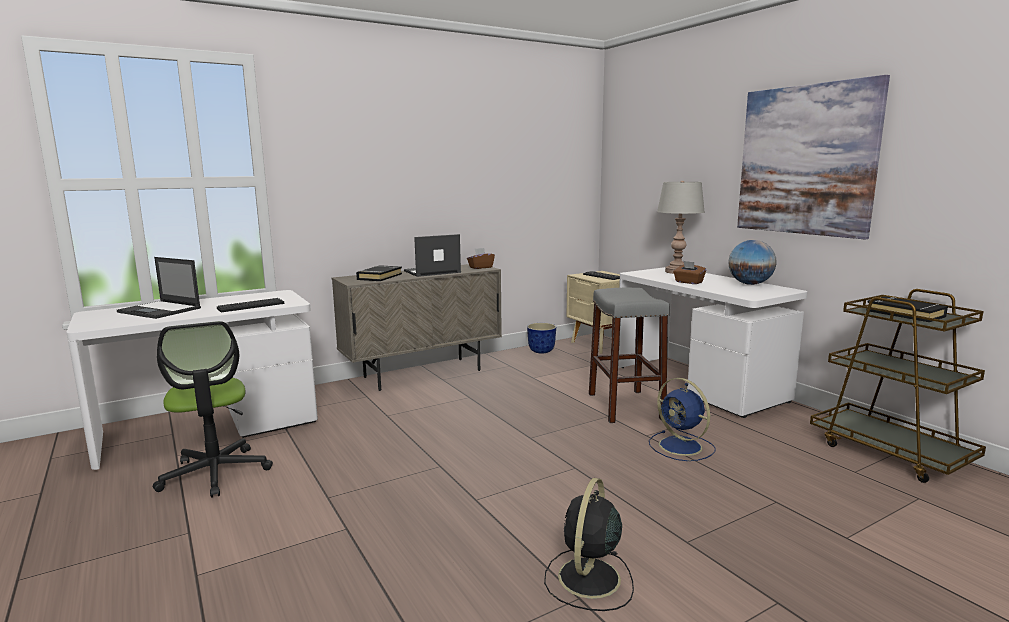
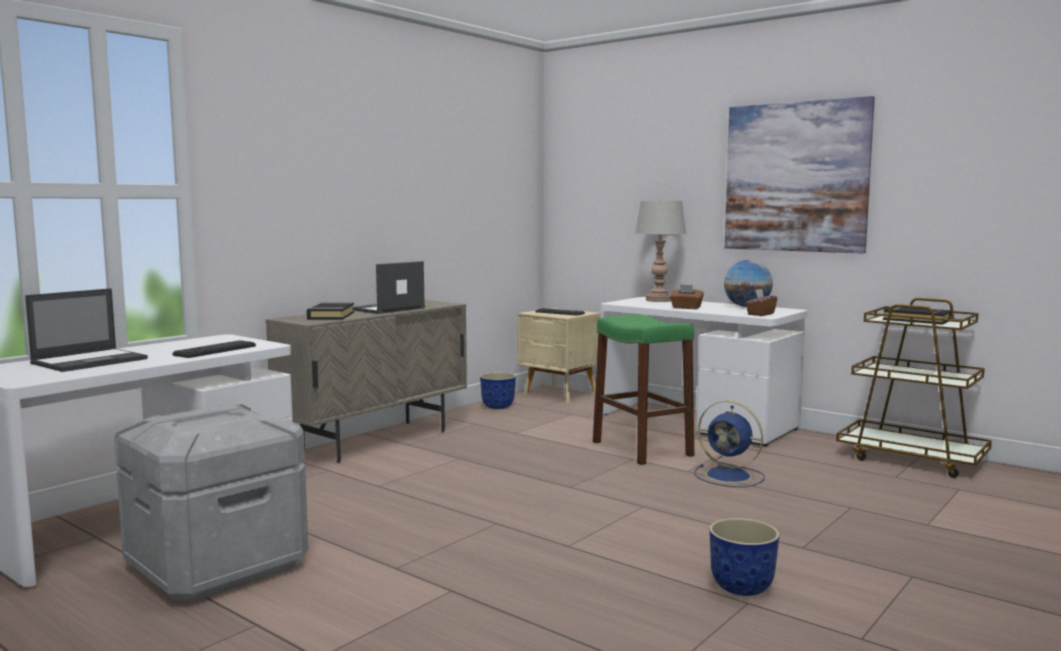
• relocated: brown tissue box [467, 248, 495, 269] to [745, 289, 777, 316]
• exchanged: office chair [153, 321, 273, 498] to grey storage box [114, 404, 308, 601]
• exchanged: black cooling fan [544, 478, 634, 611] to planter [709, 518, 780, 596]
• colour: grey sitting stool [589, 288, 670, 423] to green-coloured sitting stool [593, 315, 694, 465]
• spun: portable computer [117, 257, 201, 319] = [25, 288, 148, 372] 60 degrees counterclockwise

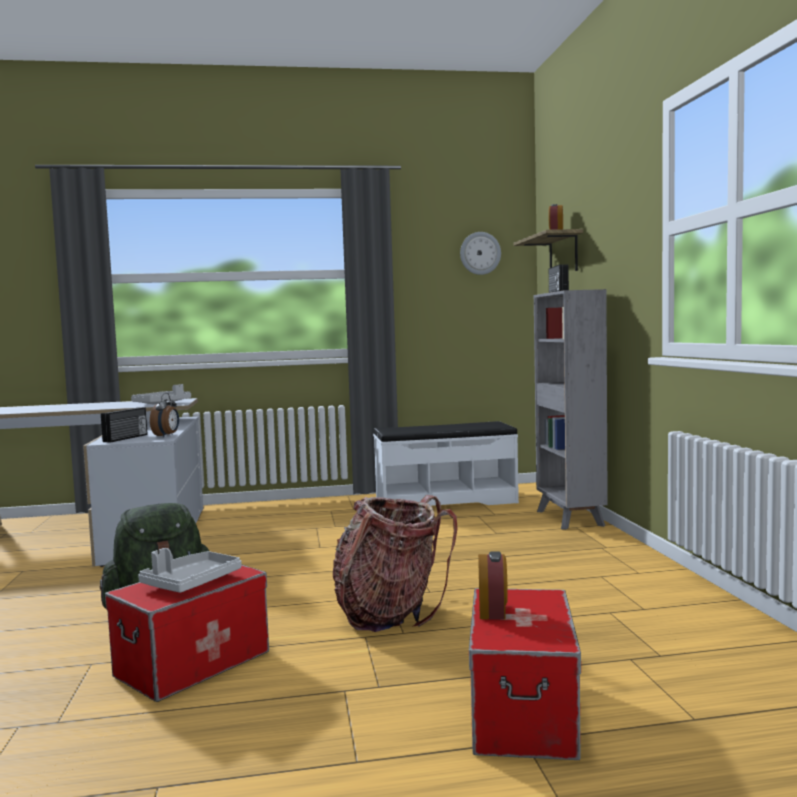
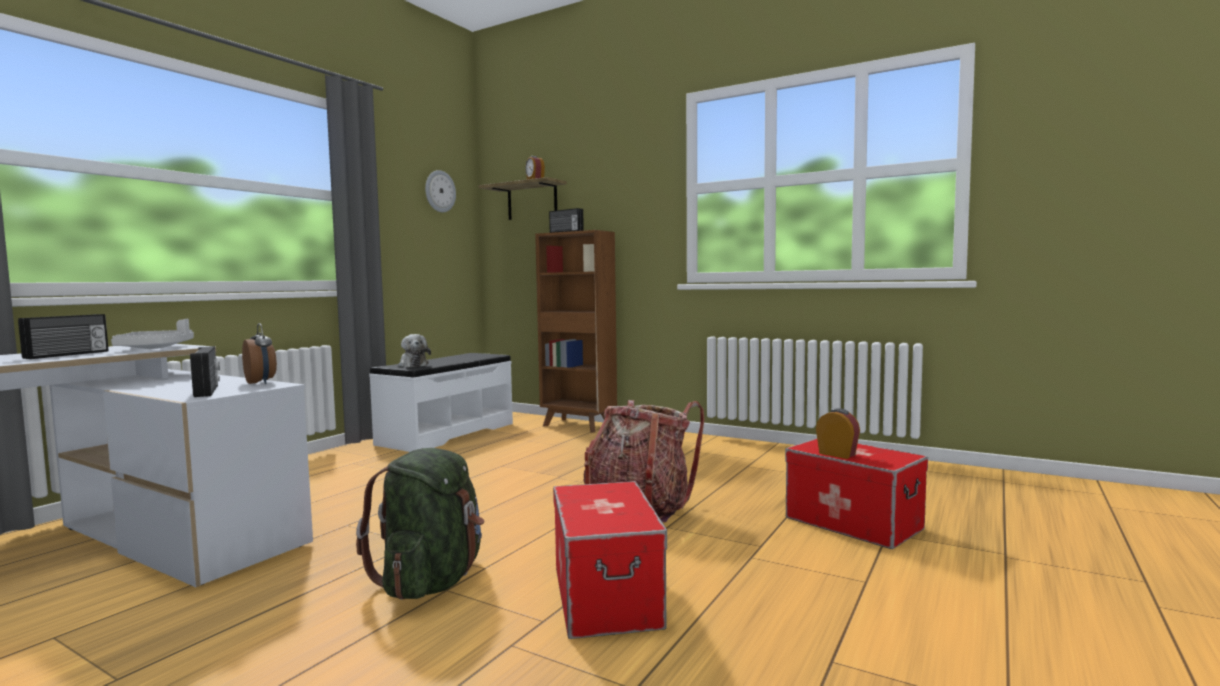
• missing: grey serving tray [138, 548, 241, 593]
• appeared: radio set [18, 314, 108, 359]
• appeared: plush toy [398, 334, 431, 367]
• colour: grey shelving unit [534, 289, 608, 530] to brown shelving unit [535, 230, 617, 433]

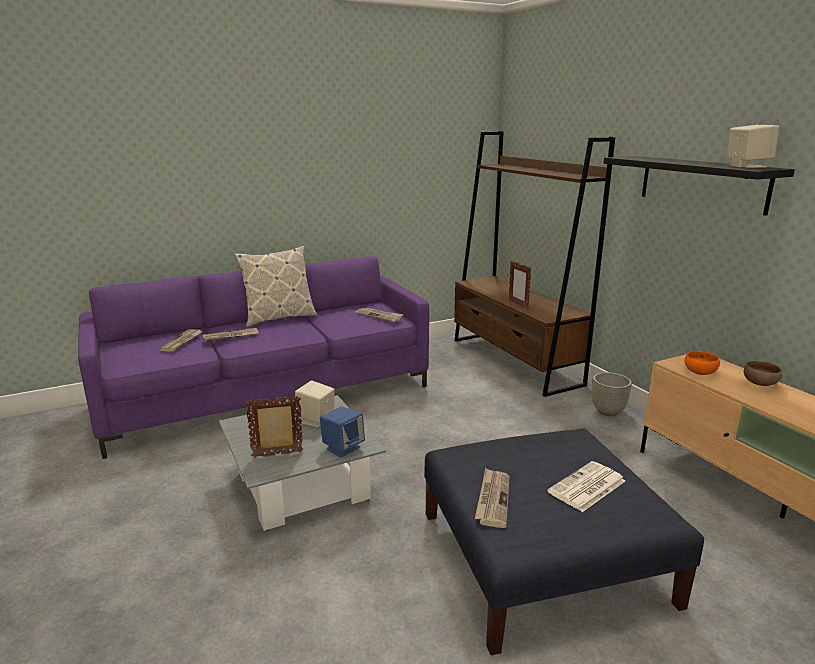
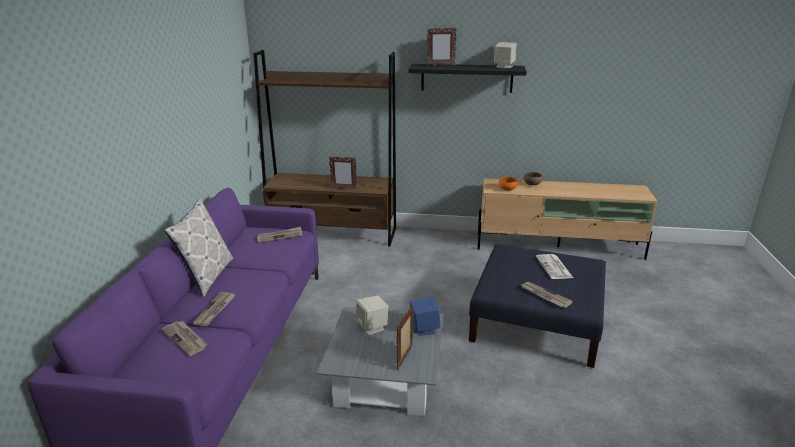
• missing: planter [592, 372, 632, 416]
• appeared: photo frame [427, 28, 457, 65]

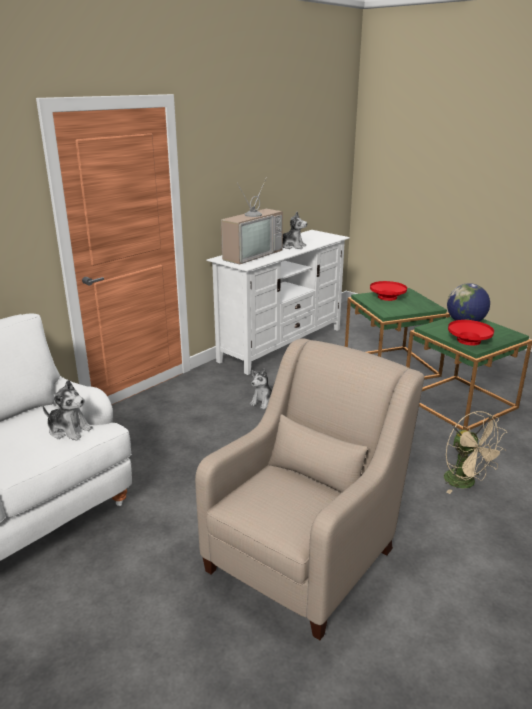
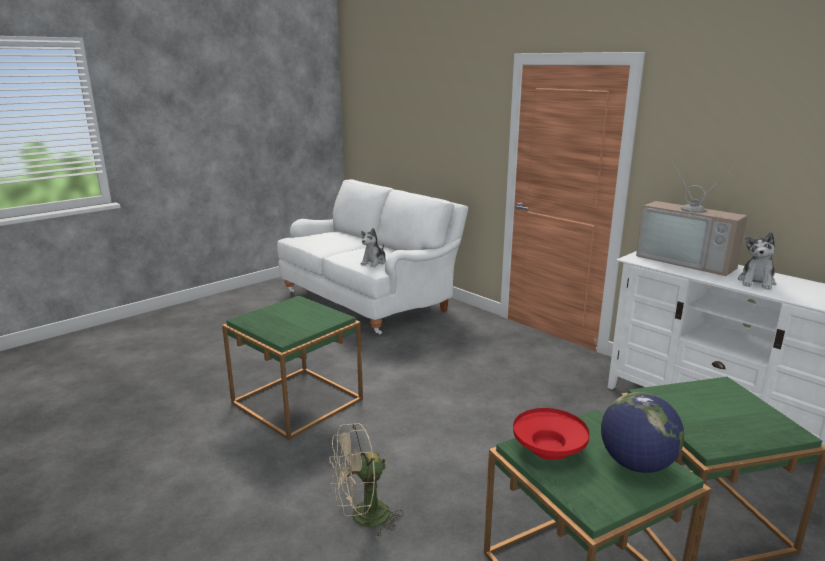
• missing: plush toy [250, 369, 275, 409]
• missing: reddish bowl [370, 281, 407, 301]
• exchanged: beige-coloured easy chair [195, 338, 424, 640] to green-coloured accent table [222, 296, 363, 440]

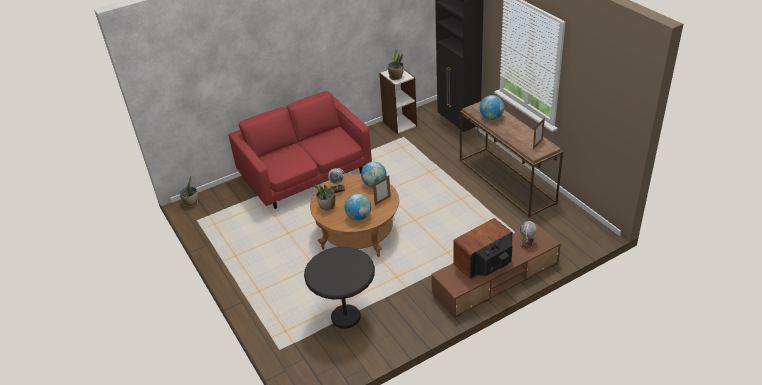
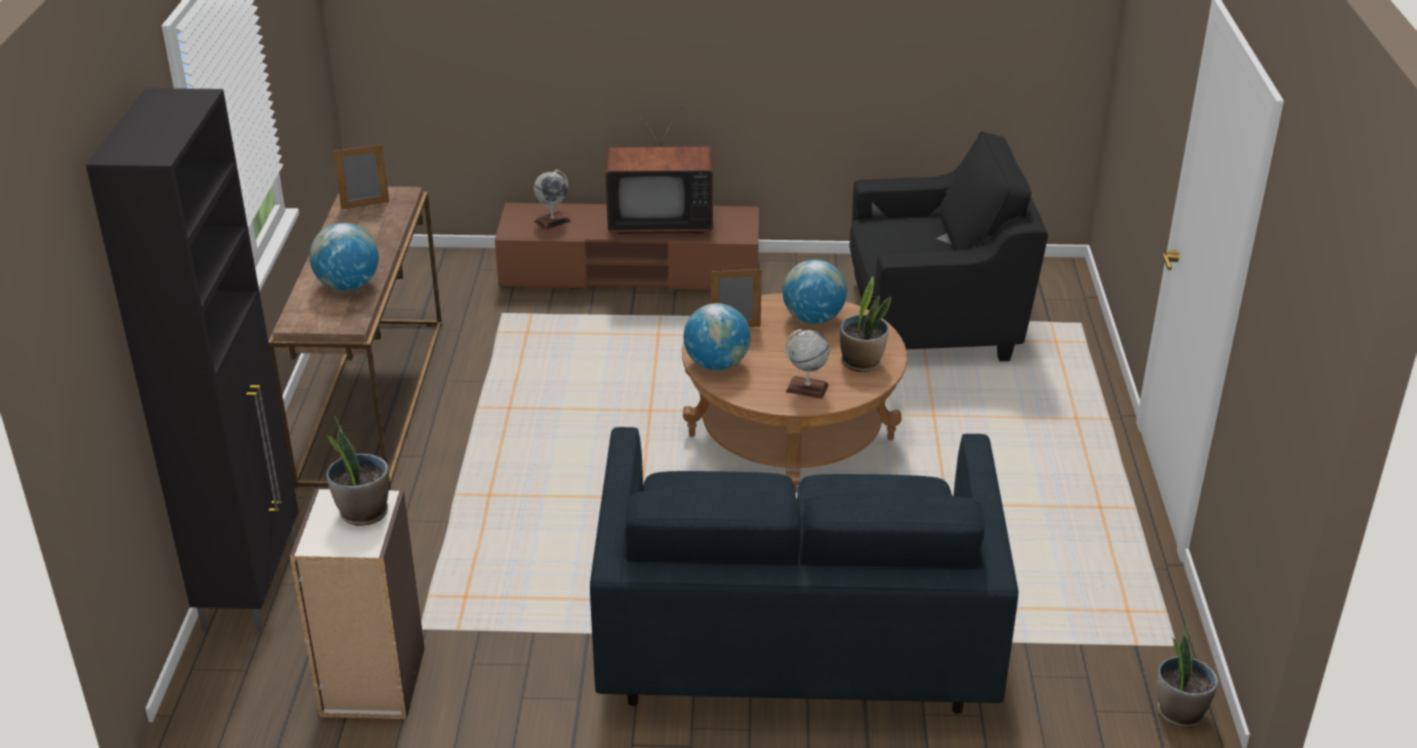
• exchanged: black accent table [304, 247, 375, 329] to black easy chair [849, 131, 1048, 361]
• colour: reddish sofa [228, 91, 372, 209] to blue sofa [590, 427, 1018, 714]

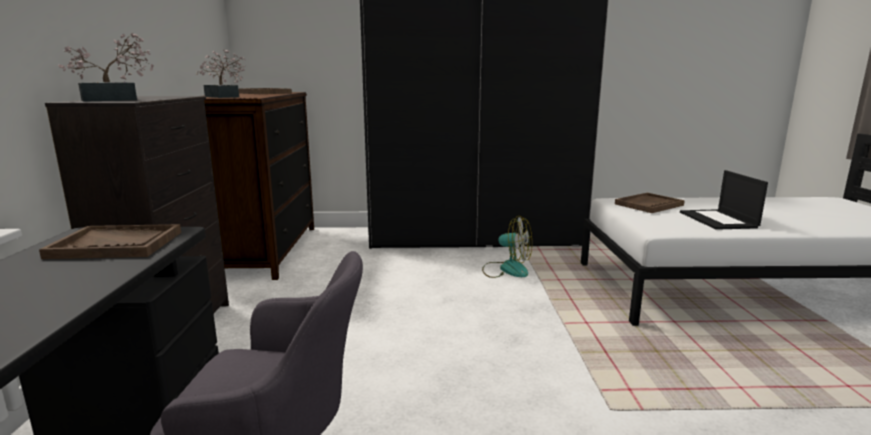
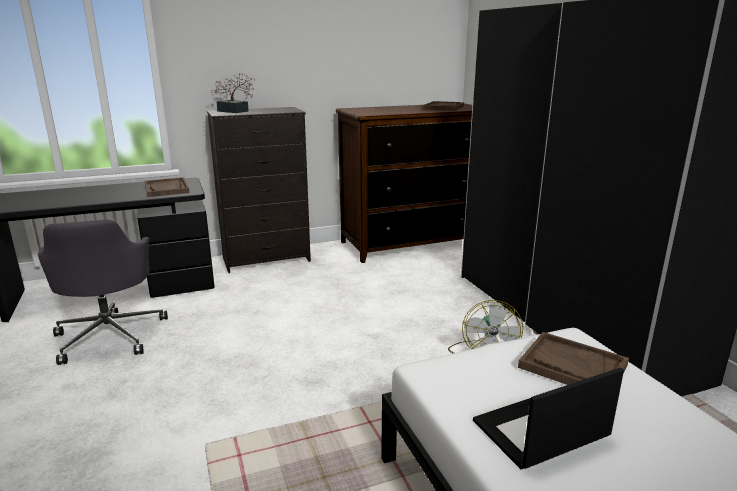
• missing: potted plant [196, 50, 246, 98]

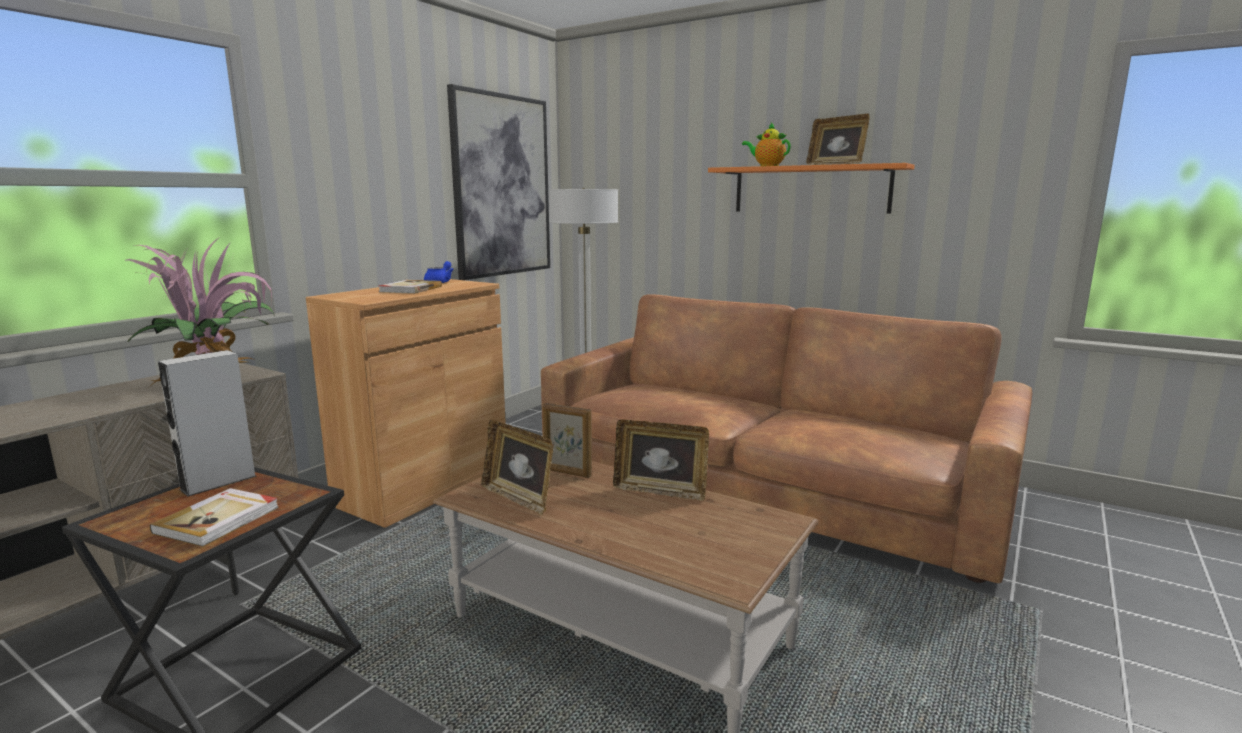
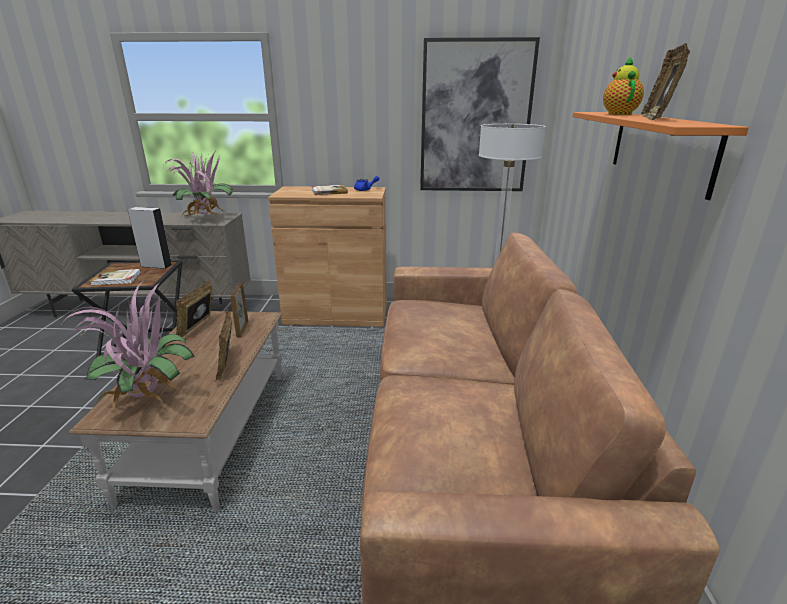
• appeared: potted plant [60, 282, 195, 412]

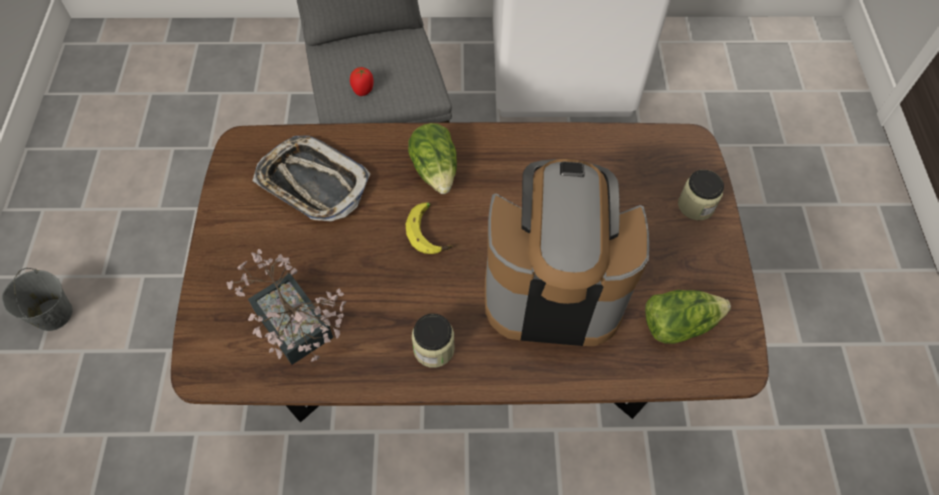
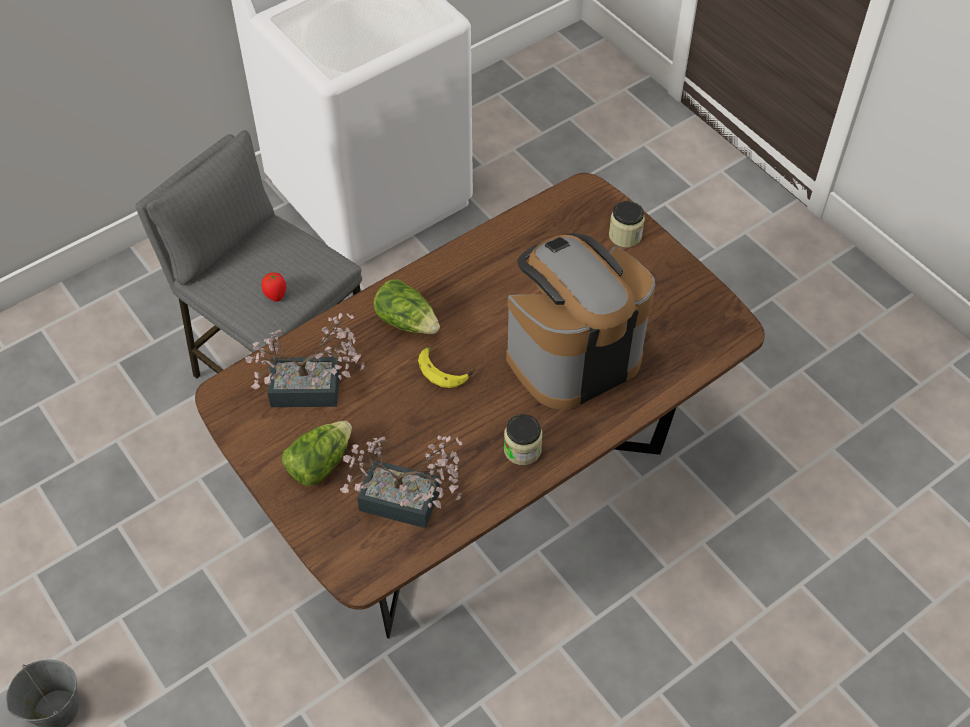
• relocated: head of lettuce [645, 290, 731, 344] to [282, 421, 352, 486]
• exchanged: serving tray [253, 135, 370, 221] to potted plant [246, 312, 365, 407]

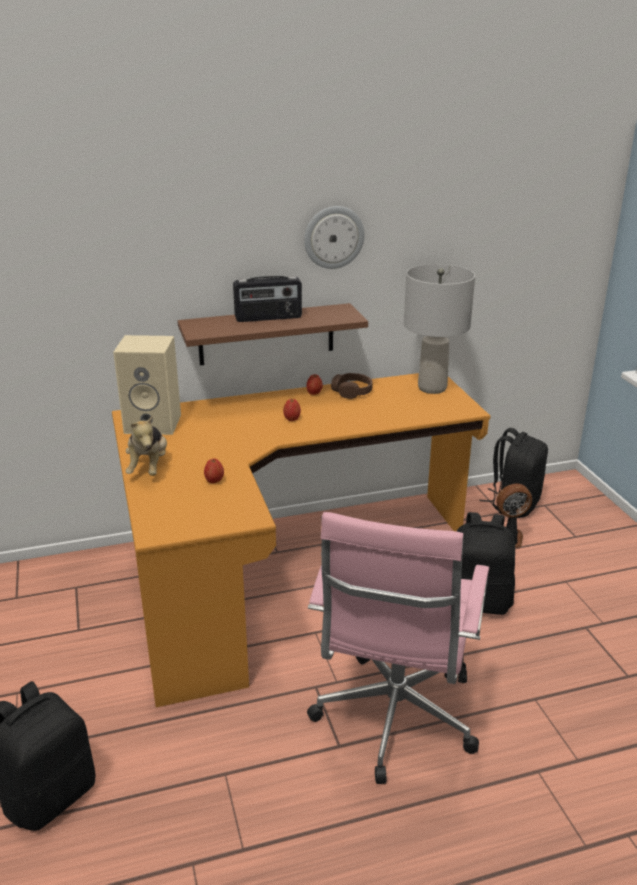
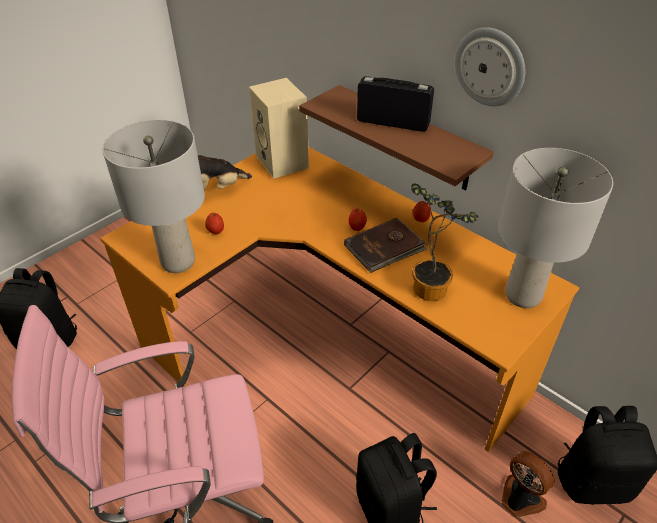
• missing: brown pair of headphones [331, 373, 373, 399]
• appeared: grey lamp for a table [103, 120, 205, 273]
• appeared: brown book [344, 218, 427, 273]
• appeared: potted plant [411, 183, 478, 301]
• spun: radio set [233, 276, 302, 322] = [357, 76, 434, 132] 150 degrees clockwise

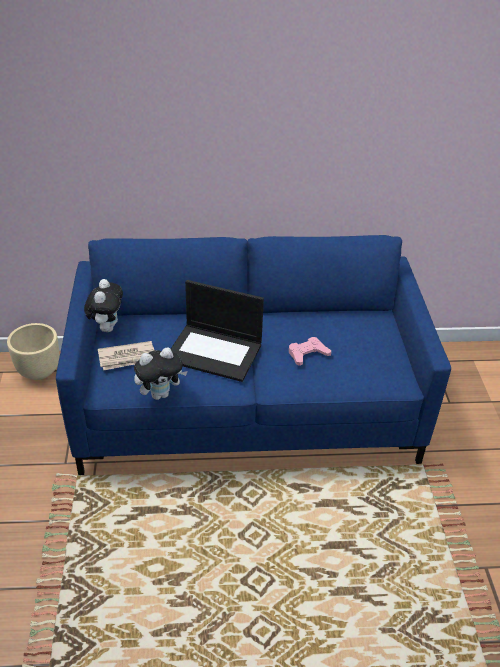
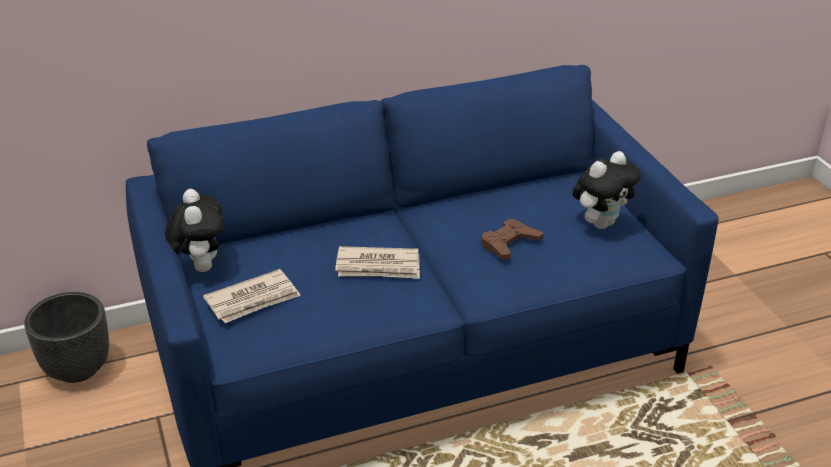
• relocated: plush toy [134, 347, 188, 400] to [572, 151, 641, 229]
• exchanged: portable computer [171, 280, 264, 382] to newspaper [335, 246, 420, 279]
• colour: beige-coloured planter [7, 323, 59, 380] to black planter [24, 292, 109, 383]
• colour: pink-coloured joypad [289, 337, 331, 366] to brown joypad [481, 219, 544, 260]

